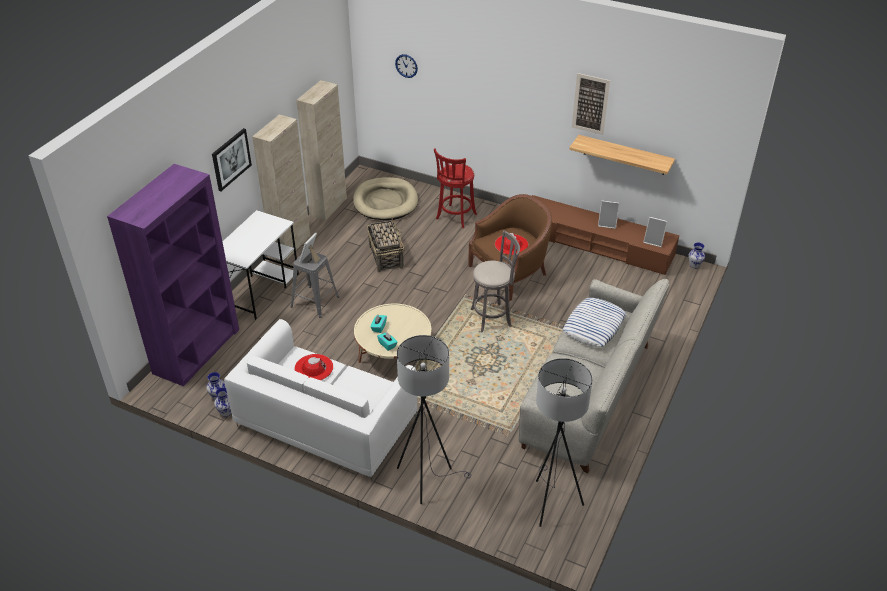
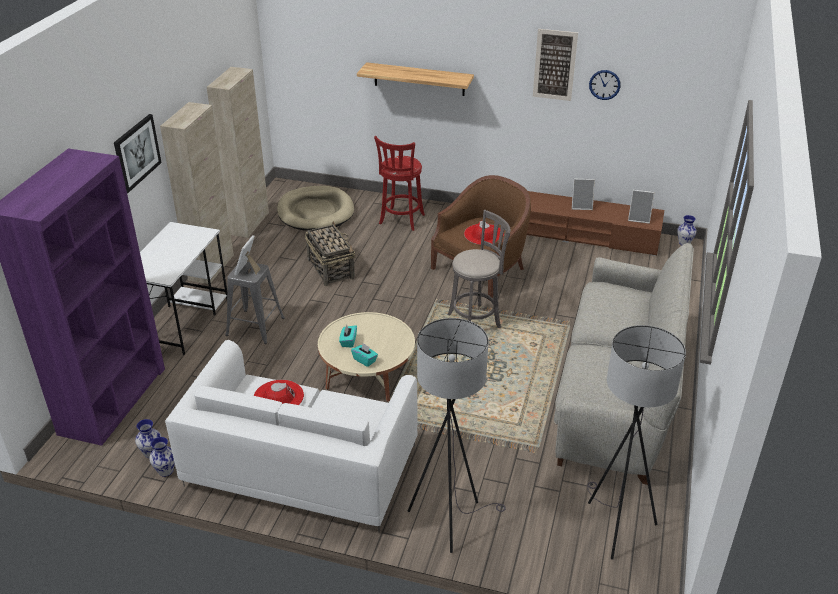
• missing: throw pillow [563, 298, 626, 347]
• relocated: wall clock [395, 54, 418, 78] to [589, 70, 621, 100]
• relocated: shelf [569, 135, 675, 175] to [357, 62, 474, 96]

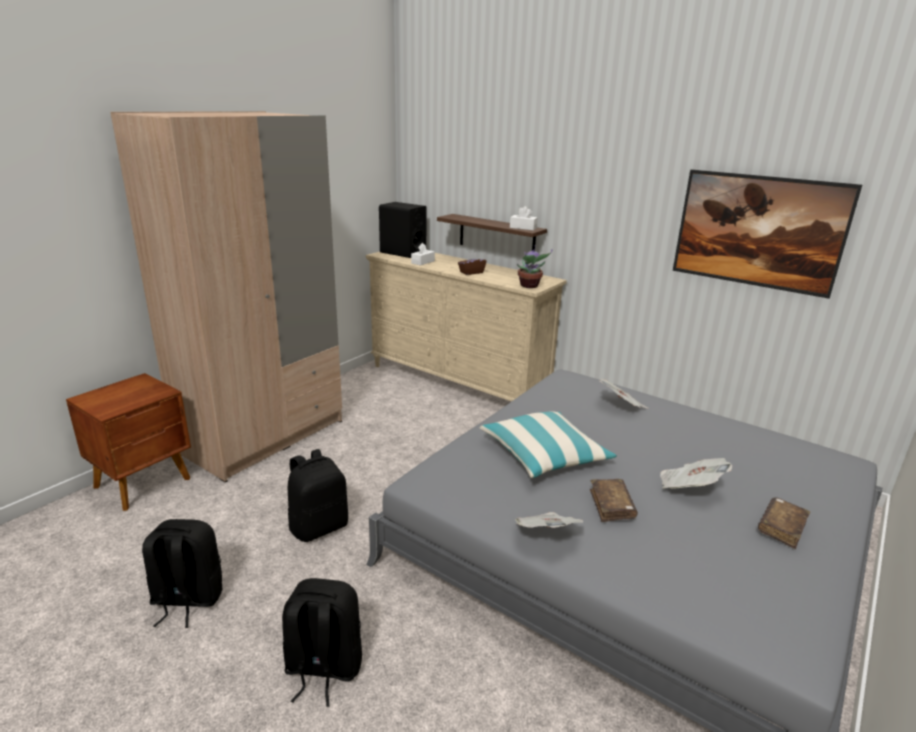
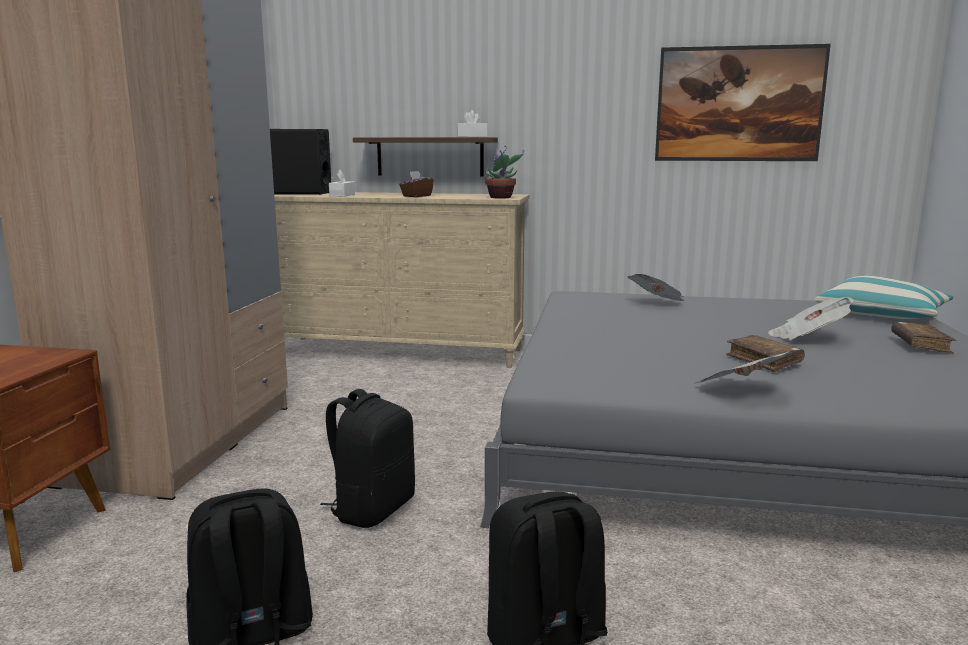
• relocated: throw pillow [480, 411, 617, 478] to [815, 276, 953, 319]

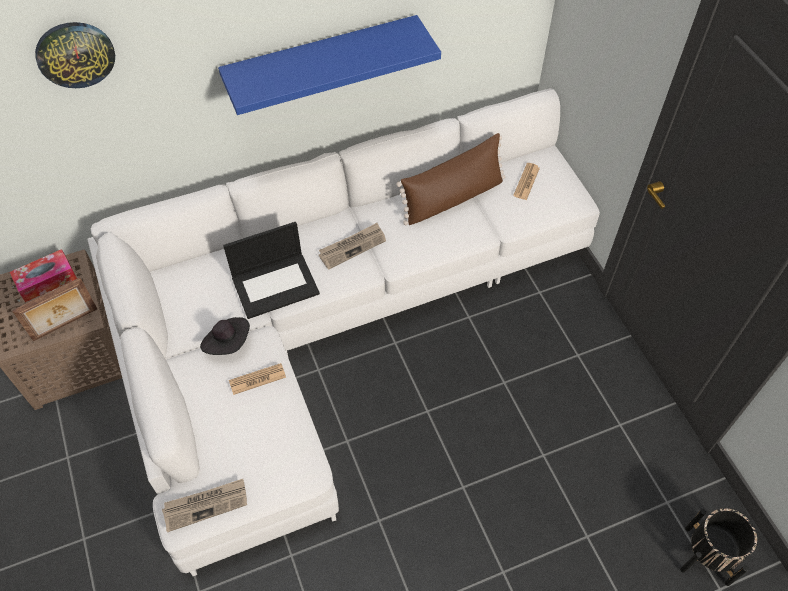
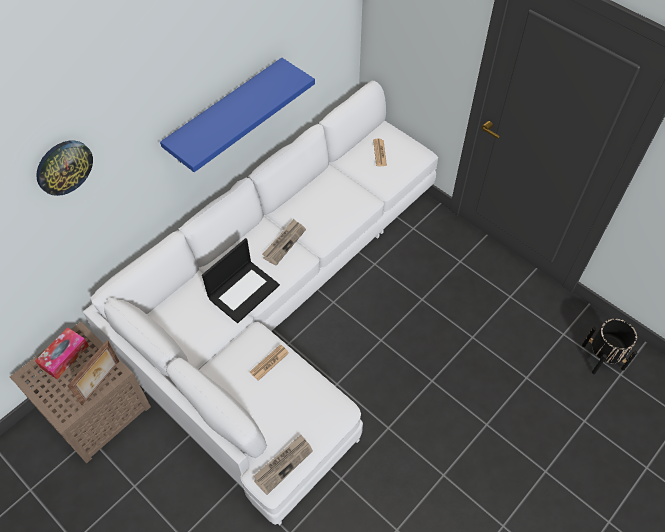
• missing: black hat [200, 317, 250, 355]
• missing: brown throw pillow [396, 133, 505, 225]

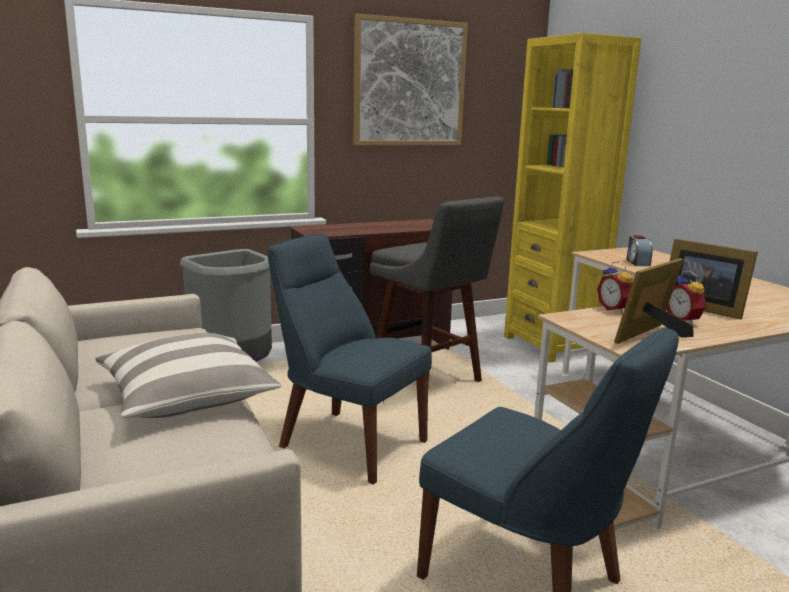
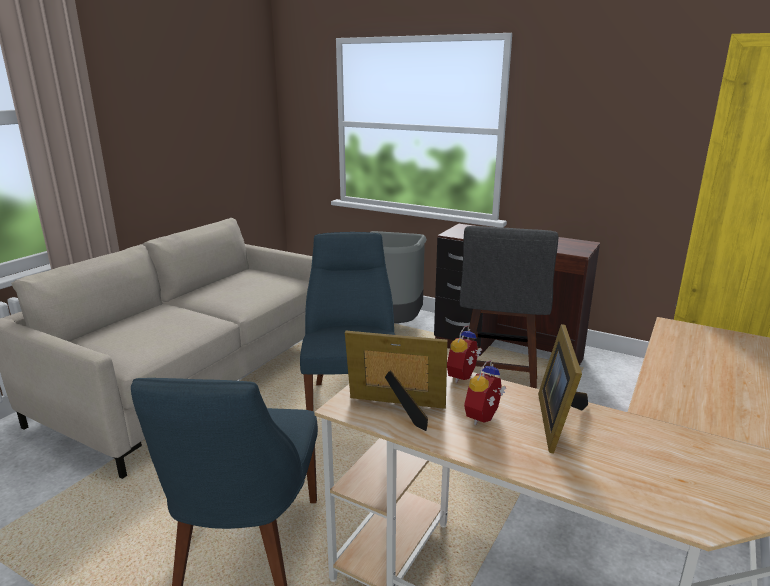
• missing: throw pillow [96, 333, 281, 418]
• missing: picture [353, 14, 468, 145]
• missing: alarm clock [627, 235, 653, 266]

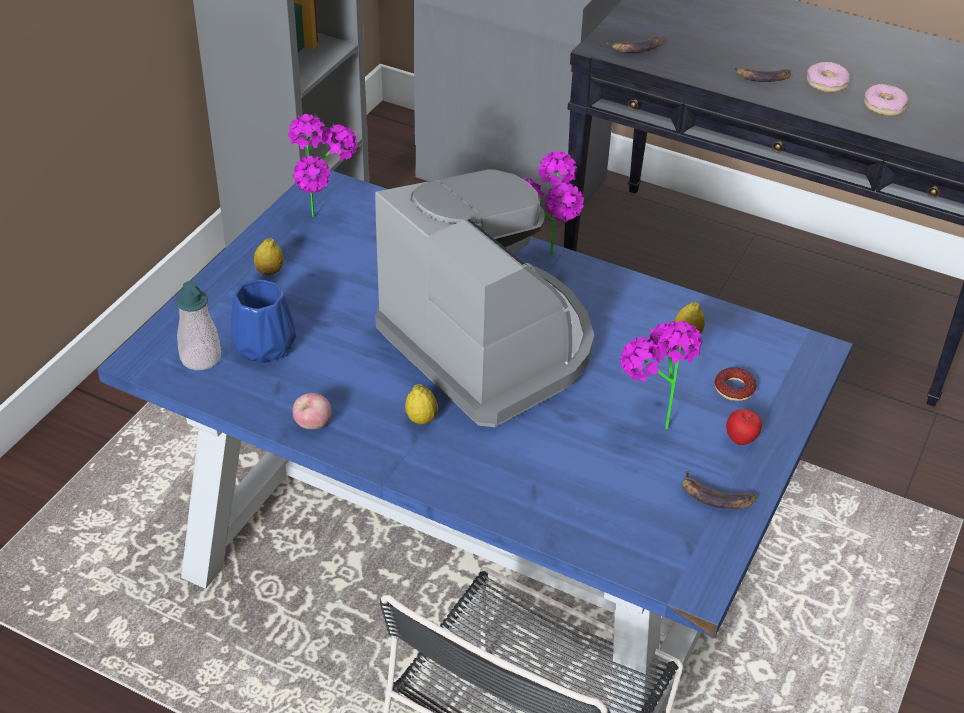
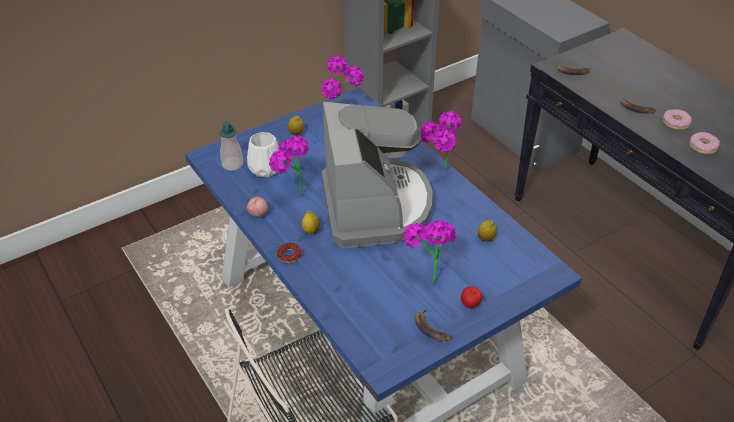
• appeared: potted plant [269, 136, 309, 196]
• relocated: donut [715, 367, 757, 401] to [277, 243, 302, 263]
• colour: blue flower vase [230, 280, 296, 363] to whitish flower vase [247, 132, 281, 177]

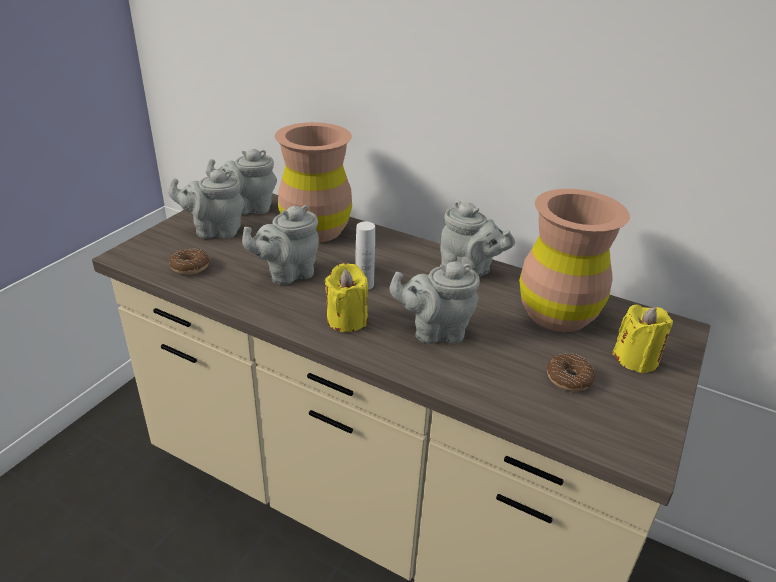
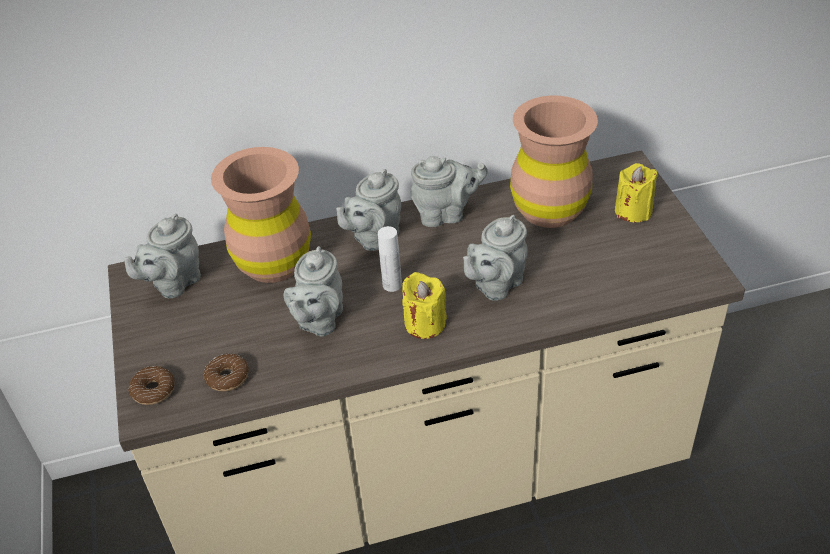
• relocated: grey tea pot [168, 169, 245, 239] to [336, 169, 401, 251]
• relocated: donut [546, 354, 595, 391] to [128, 366, 174, 405]

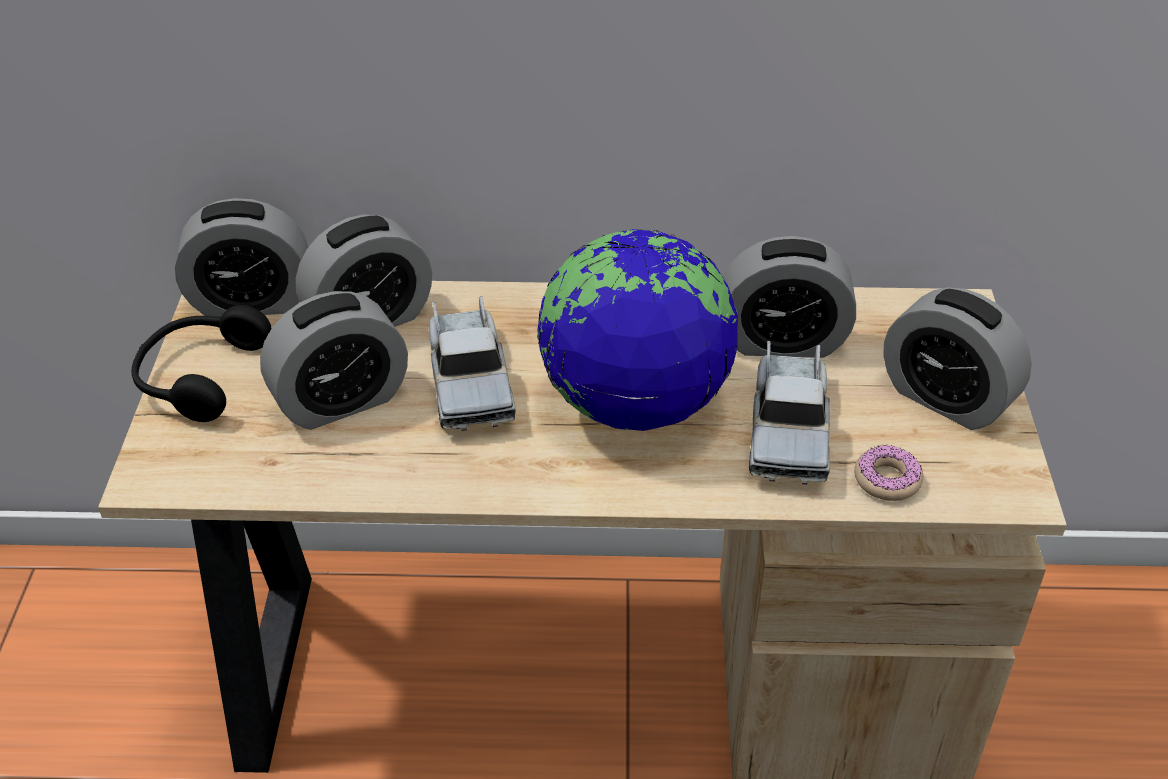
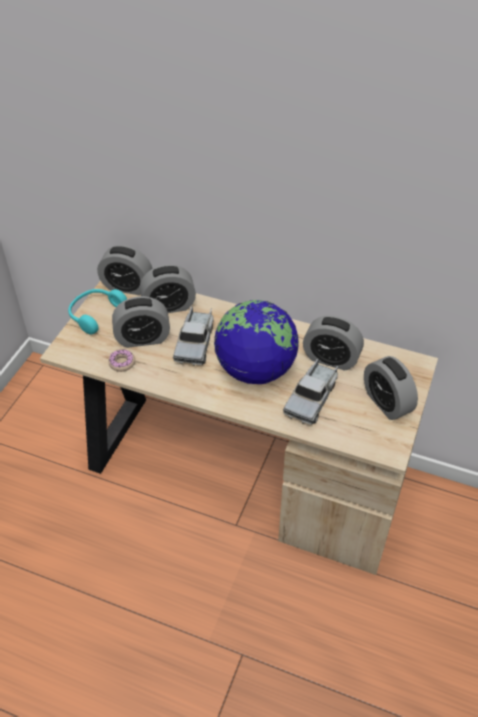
• relocated: donut [854, 445, 923, 501] to [108, 349, 135, 372]
• colour: black pair of headphones [131, 305, 272, 422] to turquoise pair of headphones [68, 289, 127, 335]

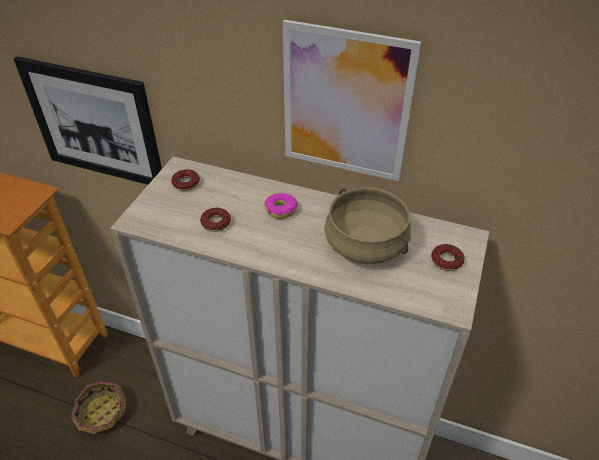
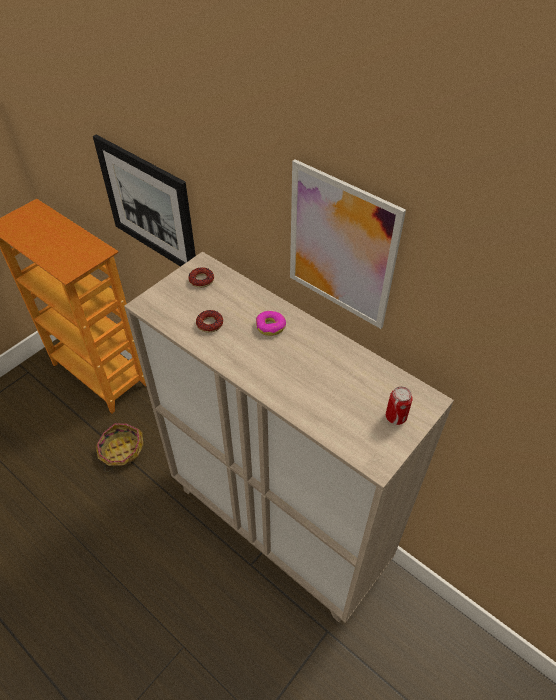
• missing: beige-coloured stockpot [324, 187, 411, 264]
• exchanged: donut [431, 244, 464, 271] to sealed can [386, 386, 413, 425]

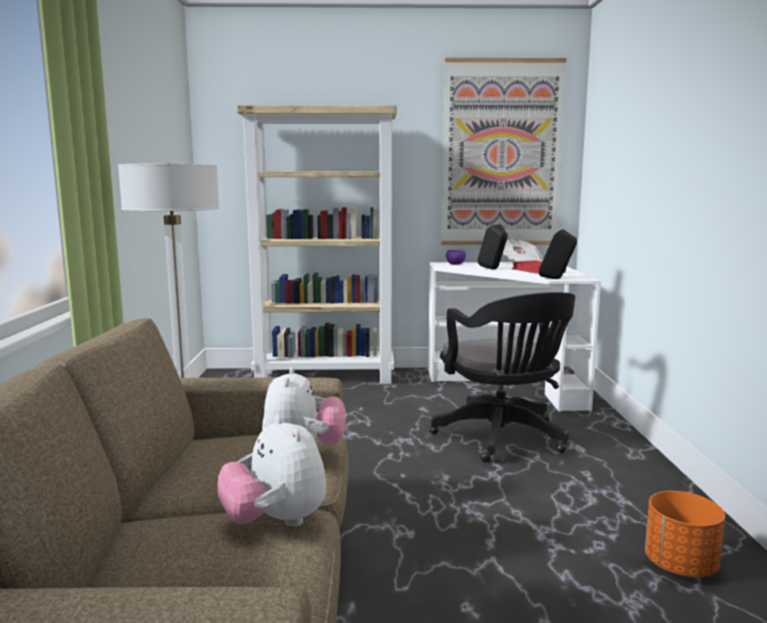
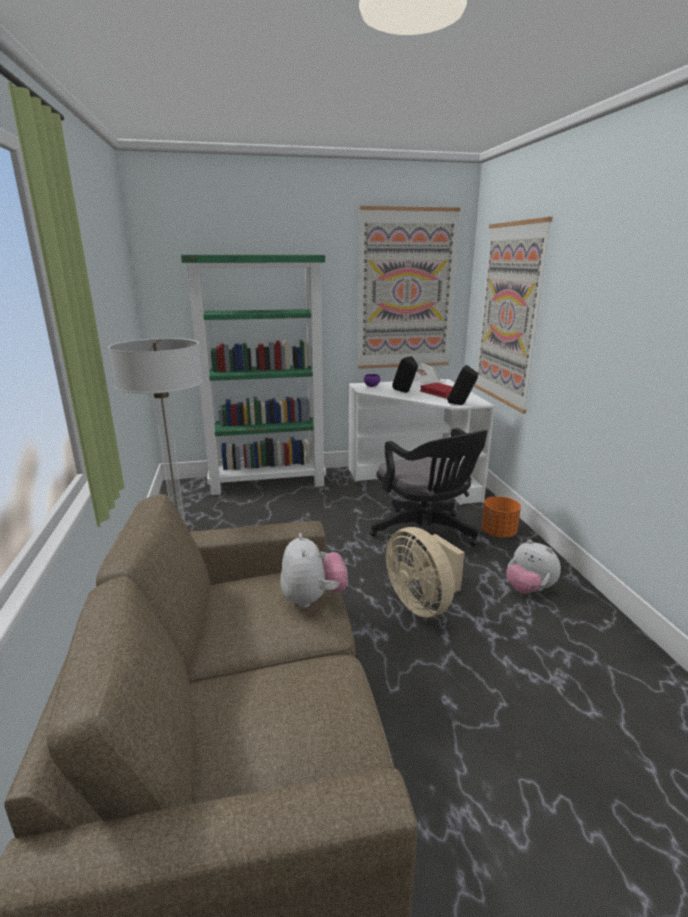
• appeared: beige-coloured cooling fan [386, 527, 465, 617]
• appeared: picture [474, 217, 553, 414]
• relocated: plush toy [217, 415, 327, 527] to [506, 540, 561, 594]
• relocated: orangey planter [645, 491, 725, 577] to [481, 496, 521, 538]
• colour: beige-coloured shelving unit [237, 105, 397, 384] to green-coloured shelving unit [181, 255, 326, 495]

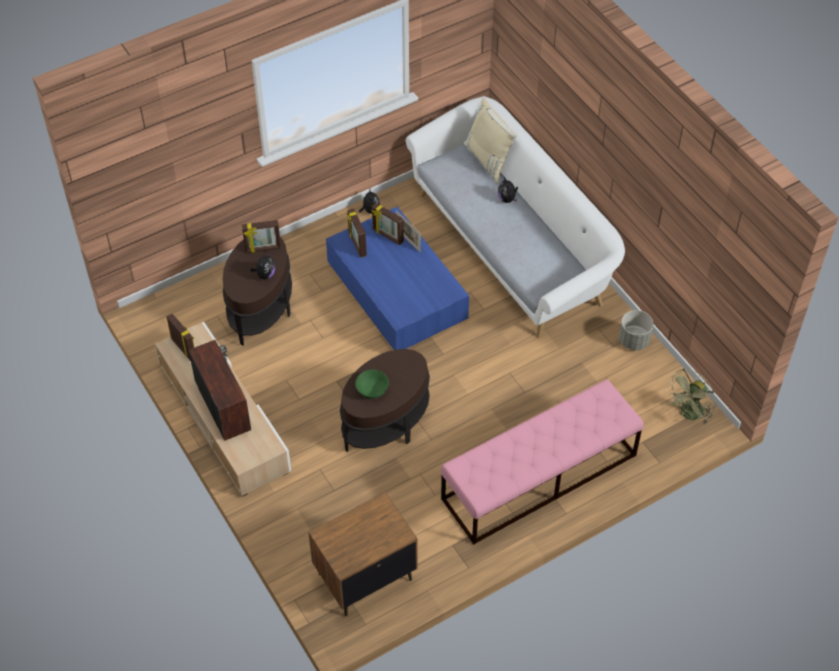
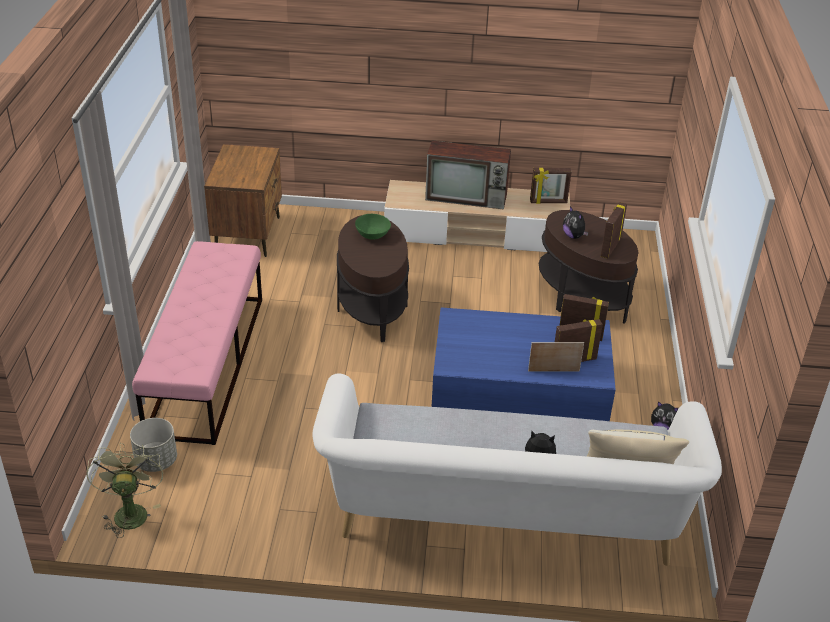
• relocated: grey planter [619, 310, 653, 350] to [130, 418, 177, 472]

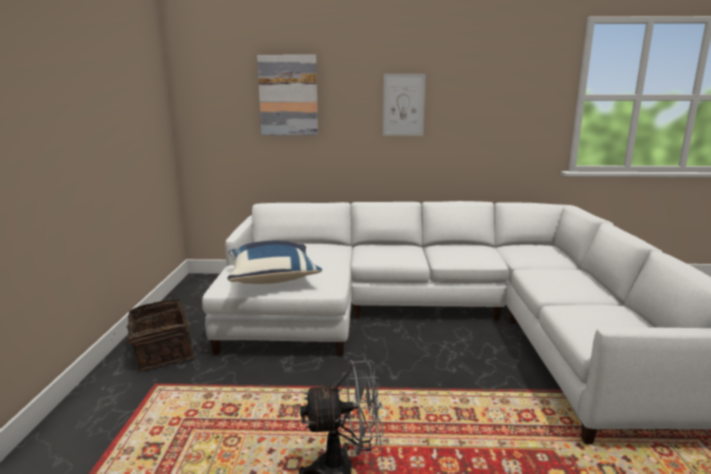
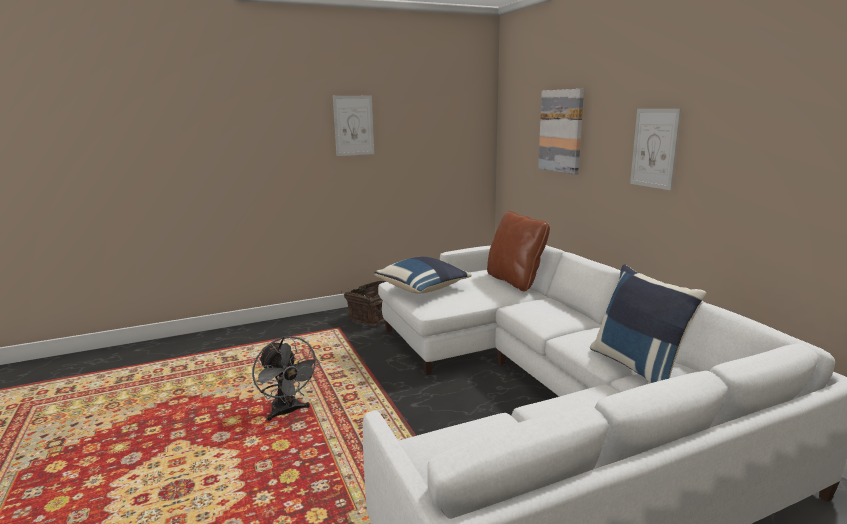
• appeared: picture [333, 96, 374, 156]
• appeared: brown throw pillow [487, 211, 550, 292]
• appeared: blue throw pillow [590, 264, 707, 383]

